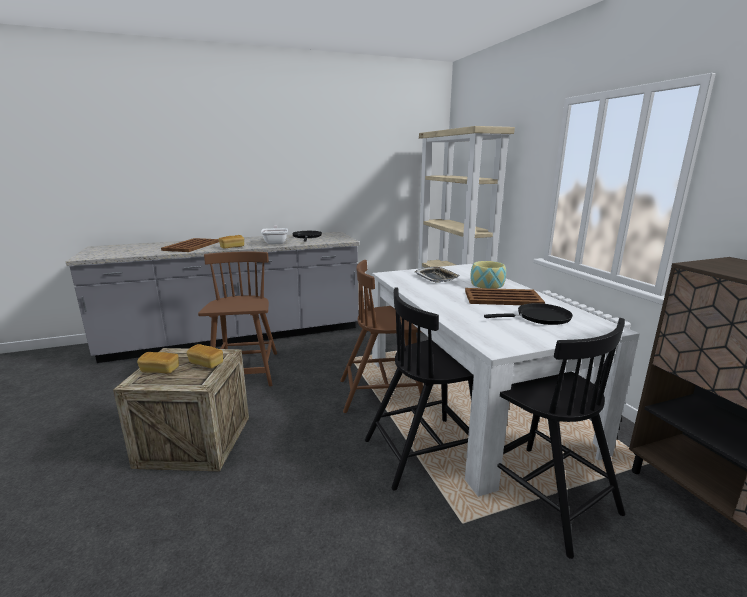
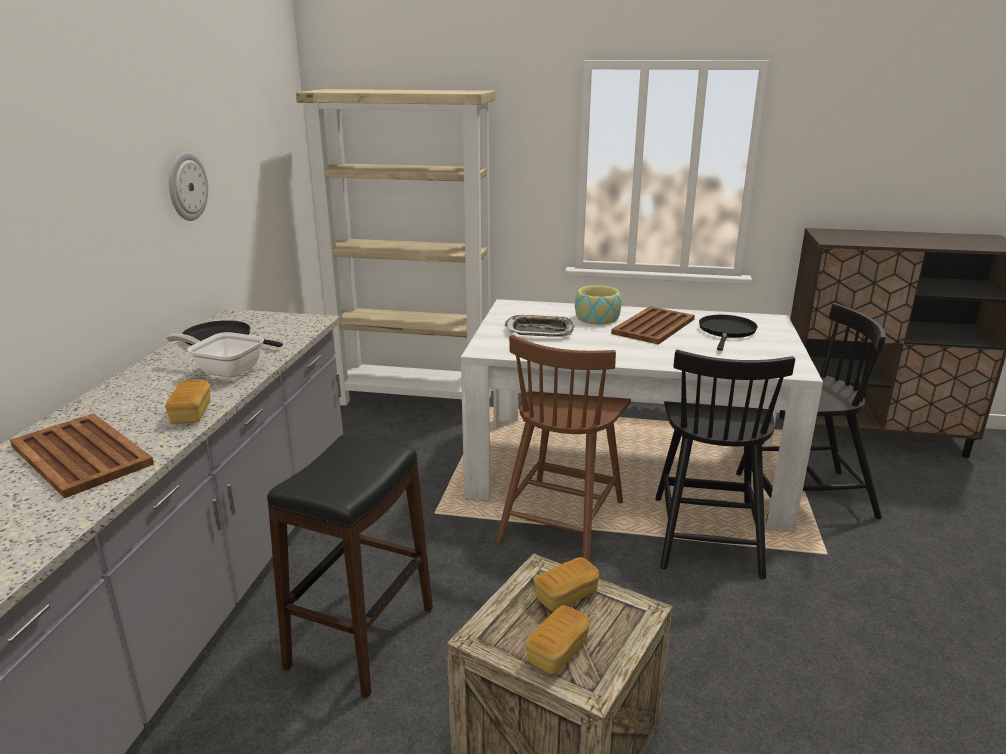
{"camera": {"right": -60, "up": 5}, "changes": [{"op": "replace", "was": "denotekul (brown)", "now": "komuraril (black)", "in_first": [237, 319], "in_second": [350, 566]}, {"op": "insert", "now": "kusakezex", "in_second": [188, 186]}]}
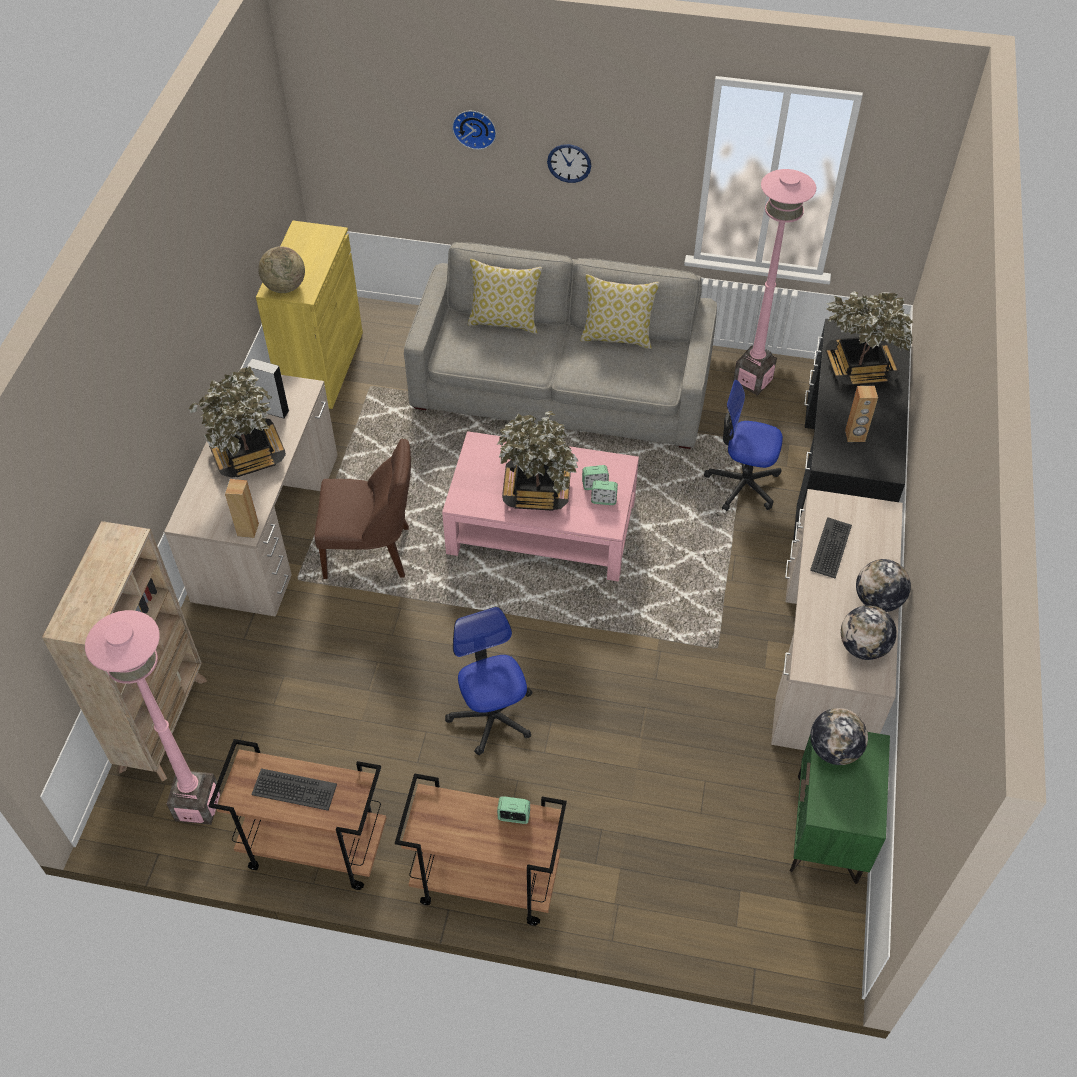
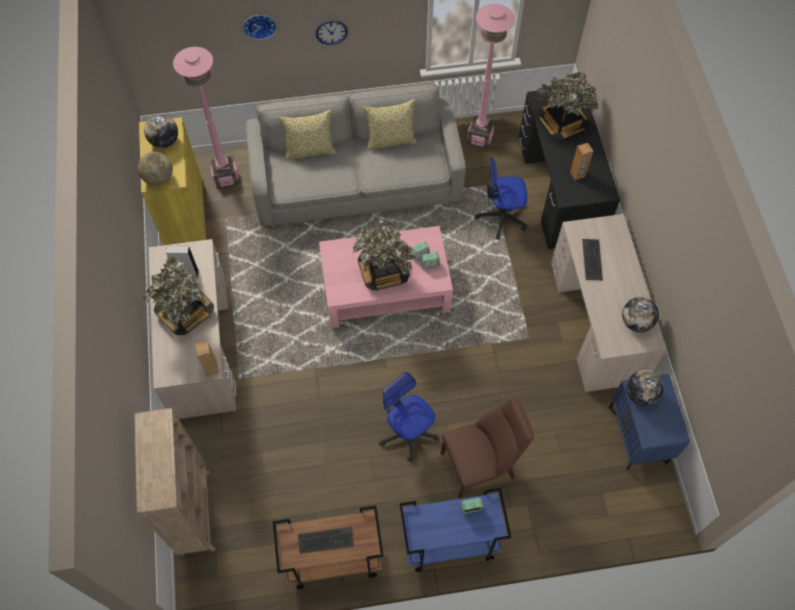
{"camera": {"right": -20, "up": 10}, "changes": [{"op": "move", "was": "denotekul (brown)", "in_first": [362, 508], "in_second": [487, 448]}, {"op": "move", "was": "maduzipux", "in_first": [883, 585], "in_second": [161, 131]}, {"op": "move", "was": "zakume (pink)", "in_first": [153, 717], "in_second": [205, 118]}, {"op": "recolor", "was": "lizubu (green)", "now": "lizubu (blue)", "in_first": [840, 808], "in_second": [650, 422]}, {"op": "recolor", "was": "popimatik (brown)", "now": "popimatik (blue)", "in_first": [481, 849], "in_second": [455, 530]}]}
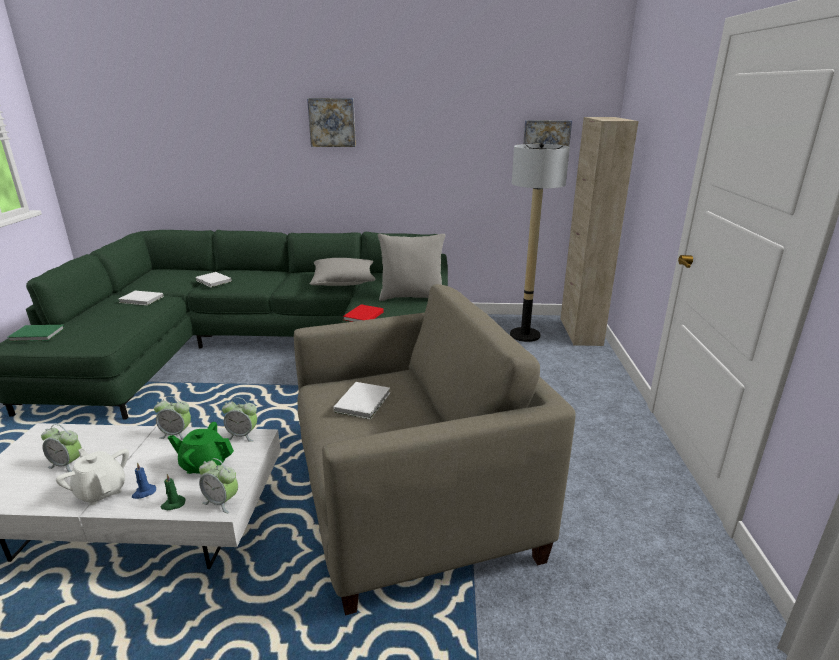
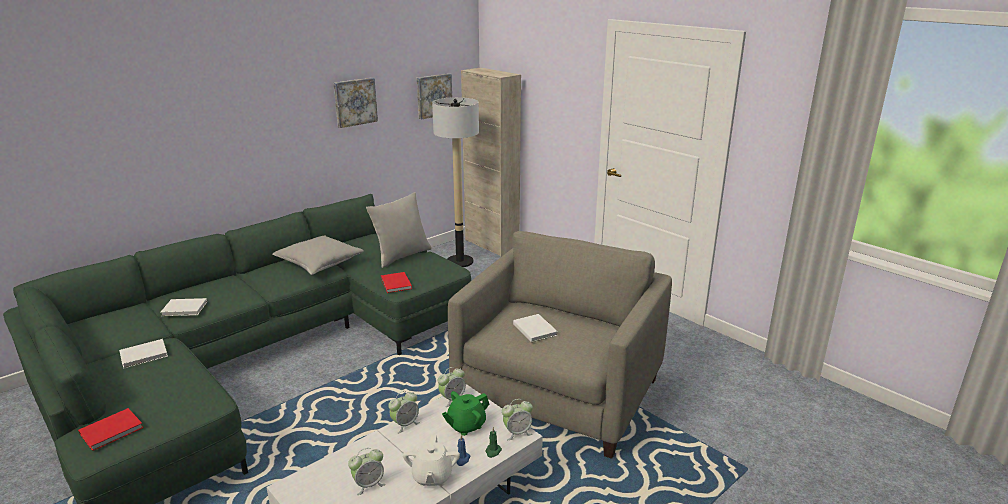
{"camera": {"right": -45, "up": 0}, "changes": [{"op": "move", "was": "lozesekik", "in_first": [331, 122], "in_second": [355, 103]}, {"op": "recolor", "was": "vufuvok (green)", "now": "vufuvok (red)", "in_first": [36, 333], "in_second": [110, 429]}, {"op": "rotate", "was": "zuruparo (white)", "in_first": [92, 476], "in_second": [431, 460], "clockwise": -90}]}
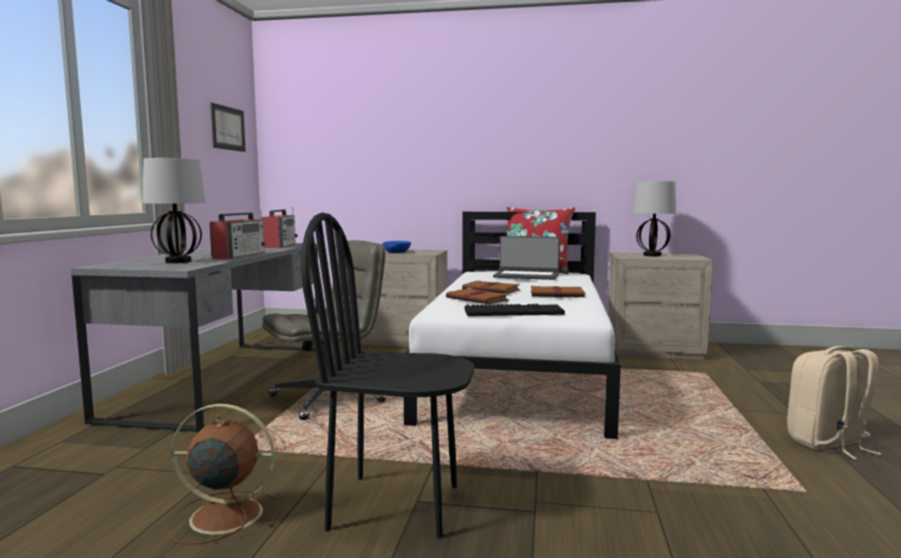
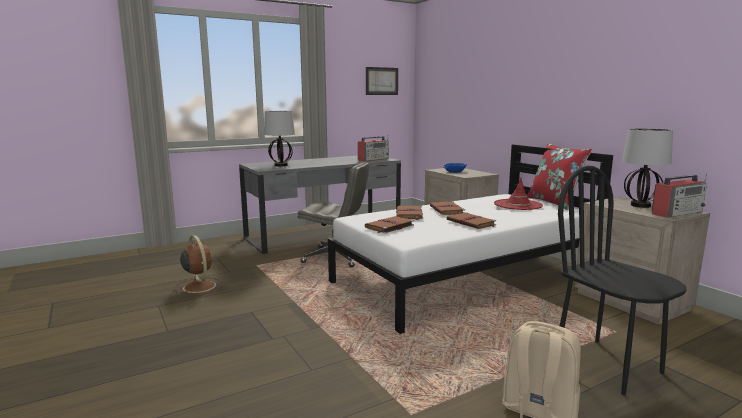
{"camera": {"right": 50, "up": 5}, "changes": [{"op": "move", "was": "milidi", "in_first": [238, 234], "in_second": [679, 196]}, {"op": "move", "was": "denotekul (black)", "in_first": [387, 375], "in_second": [622, 280]}, {"op": "replace", "was": "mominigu", "now": "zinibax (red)", "in_first": [526, 258], "in_second": [518, 194]}, {"op": "replace", "was": "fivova", "now": "vufuvok (brown)", "in_first": [515, 310], "in_second": [389, 225]}]}
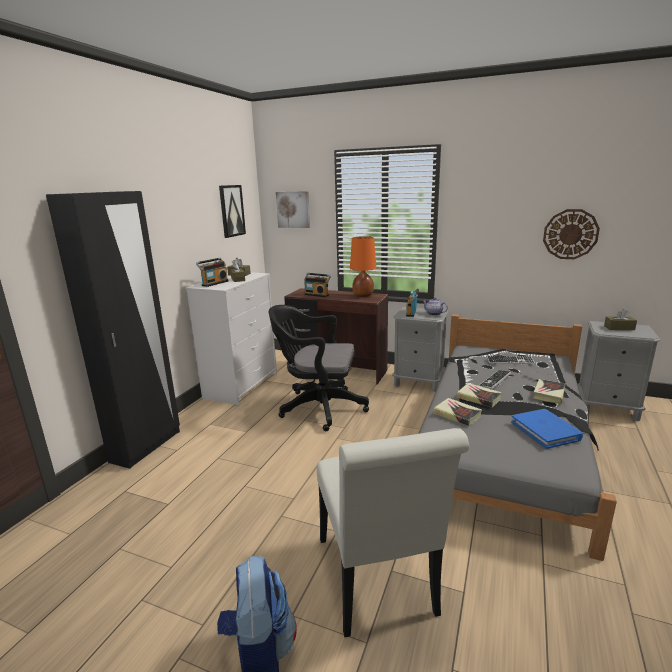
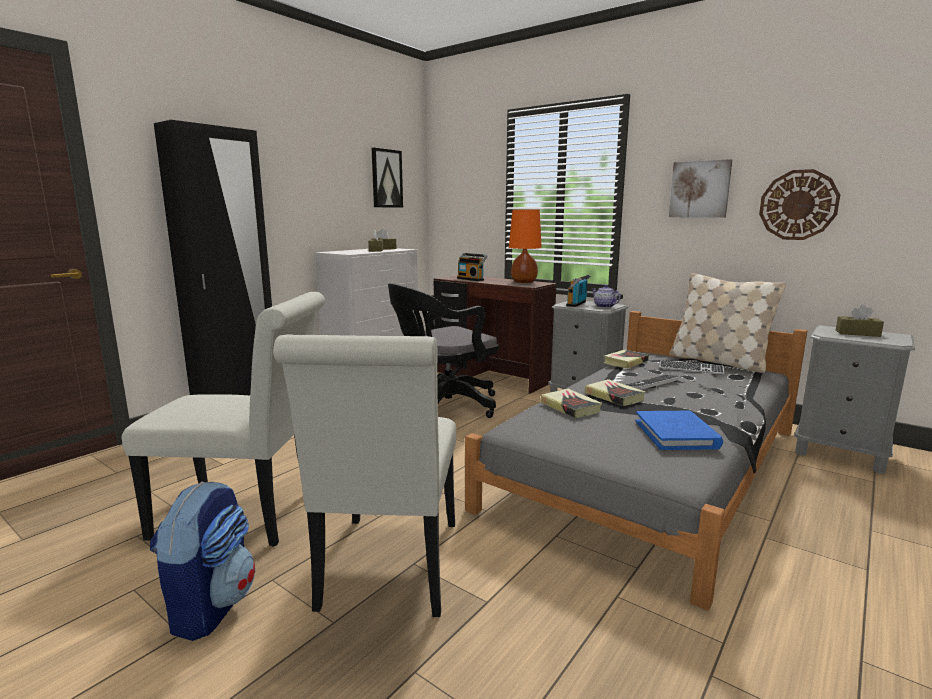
{"camera": {"right": 15, "up": -5}, "changes": [{"op": "move", "was": "lozesekik", "in_first": [293, 209], "in_second": [700, 188]}, {"op": "delete", "was": "milidi", "in_first": [212, 272]}, {"op": "rotate", "was": "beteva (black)", "in_first": [319, 368], "in_second": [443, 350], "clockwise": -60}, {"op": "move", "was": "vufuvok", "in_first": [550, 391], "in_second": [626, 359]}, {"op": "insert", "now": "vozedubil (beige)", "in_second": [727, 323]}, {"op": "insert", "now": "denotekul (white)", "in_second": [223, 419]}]}
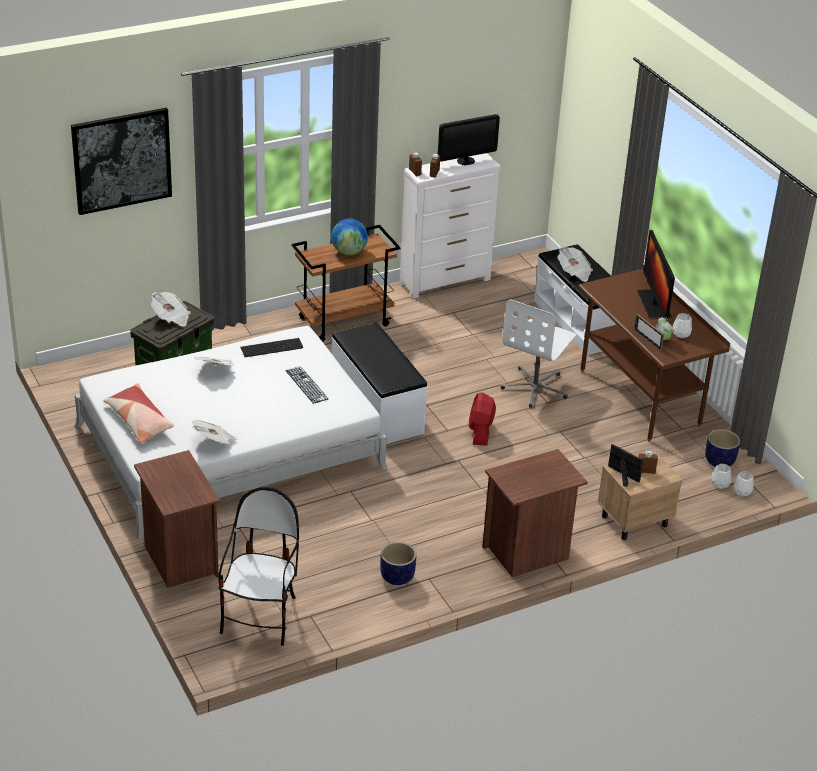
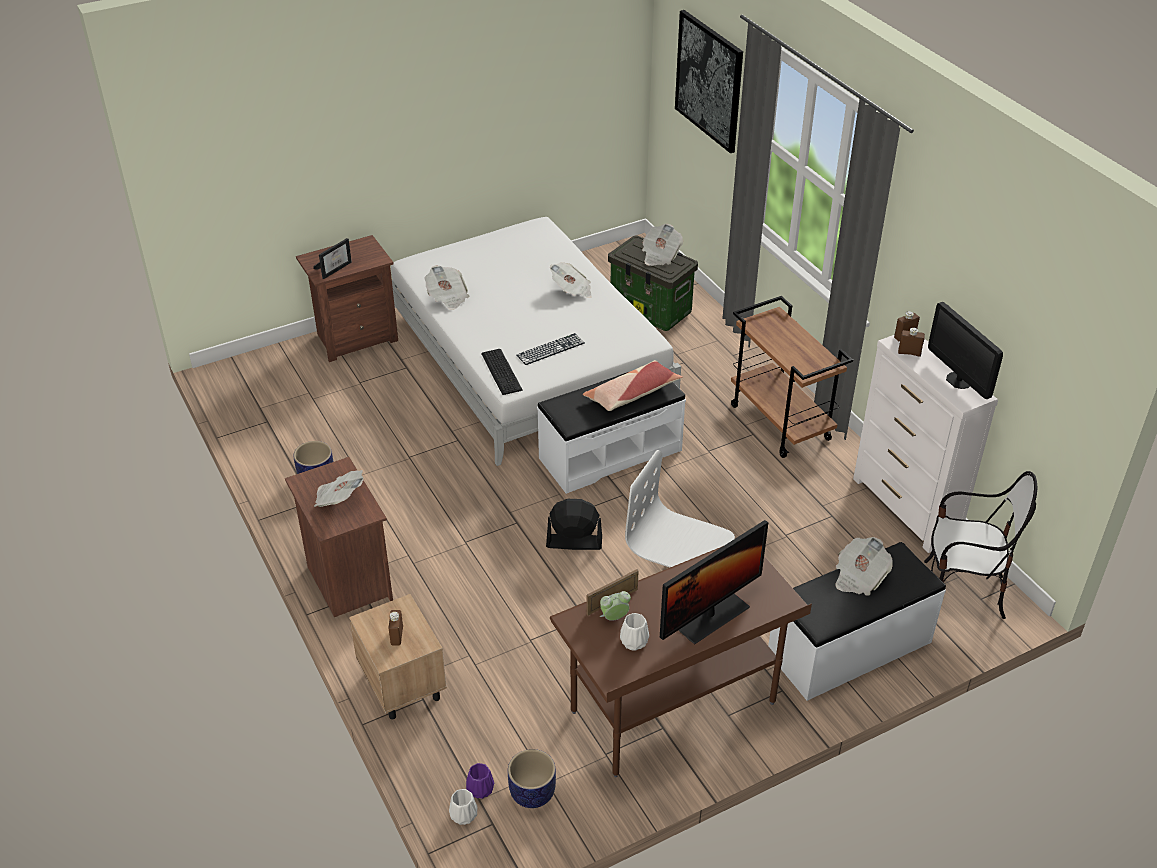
{"camera": {"right": 90, "up": 5}, "changes": [{"op": "delete", "was": "maduzipux", "in_first": [349, 237]}, {"op": "rotate", "was": "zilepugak", "in_first": [656, 275], "in_second": [714, 582], "clockwise": 150}, {"op": "move", "was": "fivova", "in_first": [271, 347], "in_second": [502, 372]}, {"op": "move", "was": "vozedubil", "in_first": [138, 413], "in_second": [633, 385]}, {"op": "recolor", "was": "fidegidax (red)", "now": "fidegidax (black)", "in_first": [482, 419], "in_second": [574, 524]}, {"op": "move", "was": "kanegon", "in_first": [625, 465], "in_second": [332, 258]}, {"op": "recolor", "was": "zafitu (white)", "now": "zafitu (purple)", "in_first": [721, 476], "in_second": [480, 781]}, {"op": "move", "was": "denotekul", "in_first": [258, 566], "in_second": [981, 545]}, {"op": "insert", "now": "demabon", "in_second": [338, 488]}]}
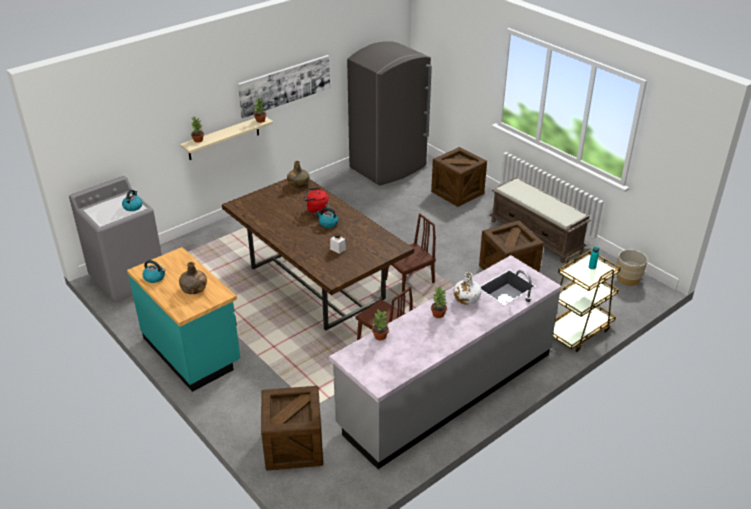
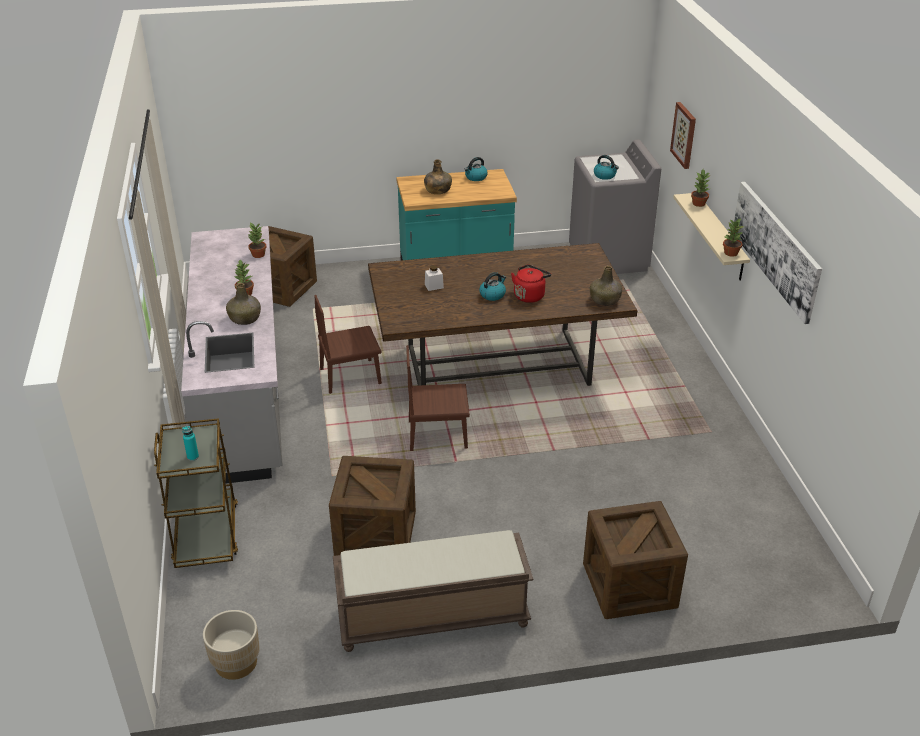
{"camera": {"right": 120, "up": 0}, "changes": [{"op": "delete", "was": "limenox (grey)", "in_first": [389, 113]}, {"op": "rotate", "was": "denotekul (brown)", "in_first": [411, 254], "in_second": [438, 398], "clockwise": 90}, {"op": "recolor", "was": "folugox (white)", "now": "folugox (green)", "in_first": [467, 288], "in_second": [243, 304]}, {"op": "insert", "now": "lozesekik", "in_second": [683, 135]}]}
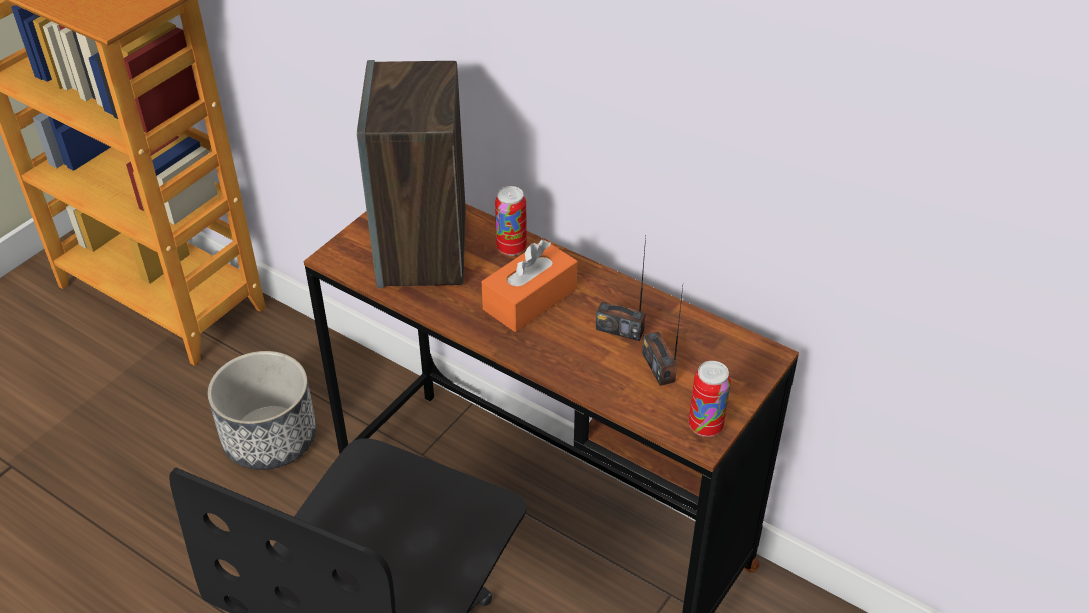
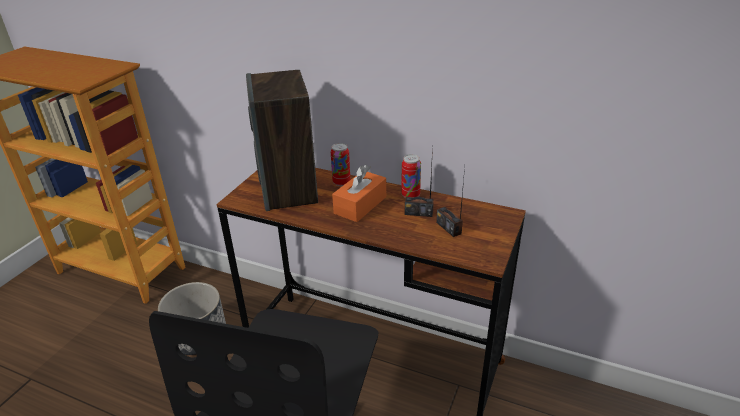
{"camera": {"right": -10, "up": -10}, "changes": [{"op": "move", "was": "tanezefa", "in_first": [710, 399], "in_second": [411, 176]}]}
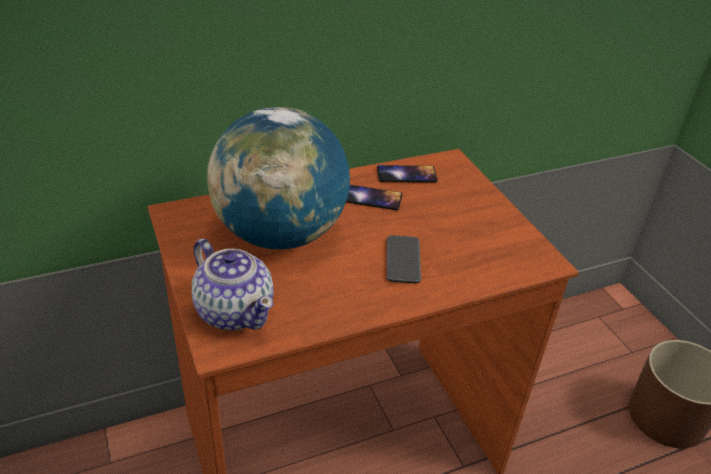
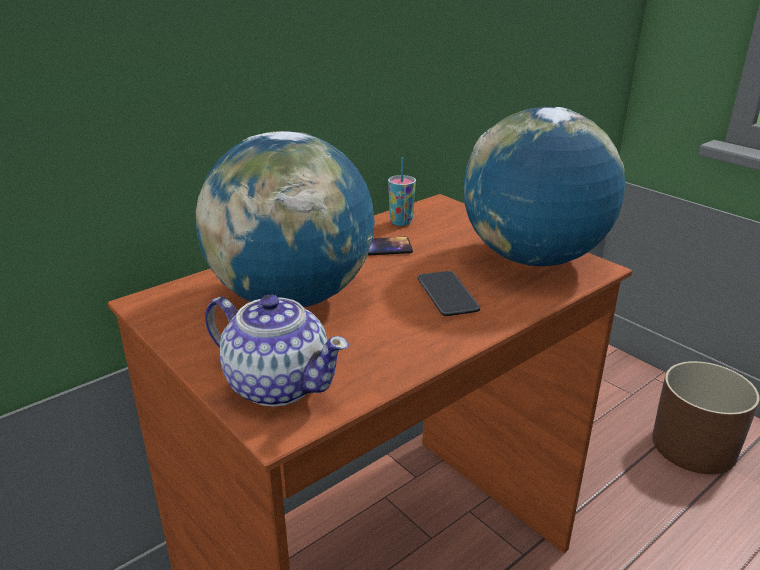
{"camera": {"right": -15, "up": -10}, "changes": [{"op": "replace", "was": "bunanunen", "now": "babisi", "in_first": [407, 174], "in_second": [402, 191]}, {"op": "insert", "now": "maduzipux", "in_second": [544, 186]}]}
